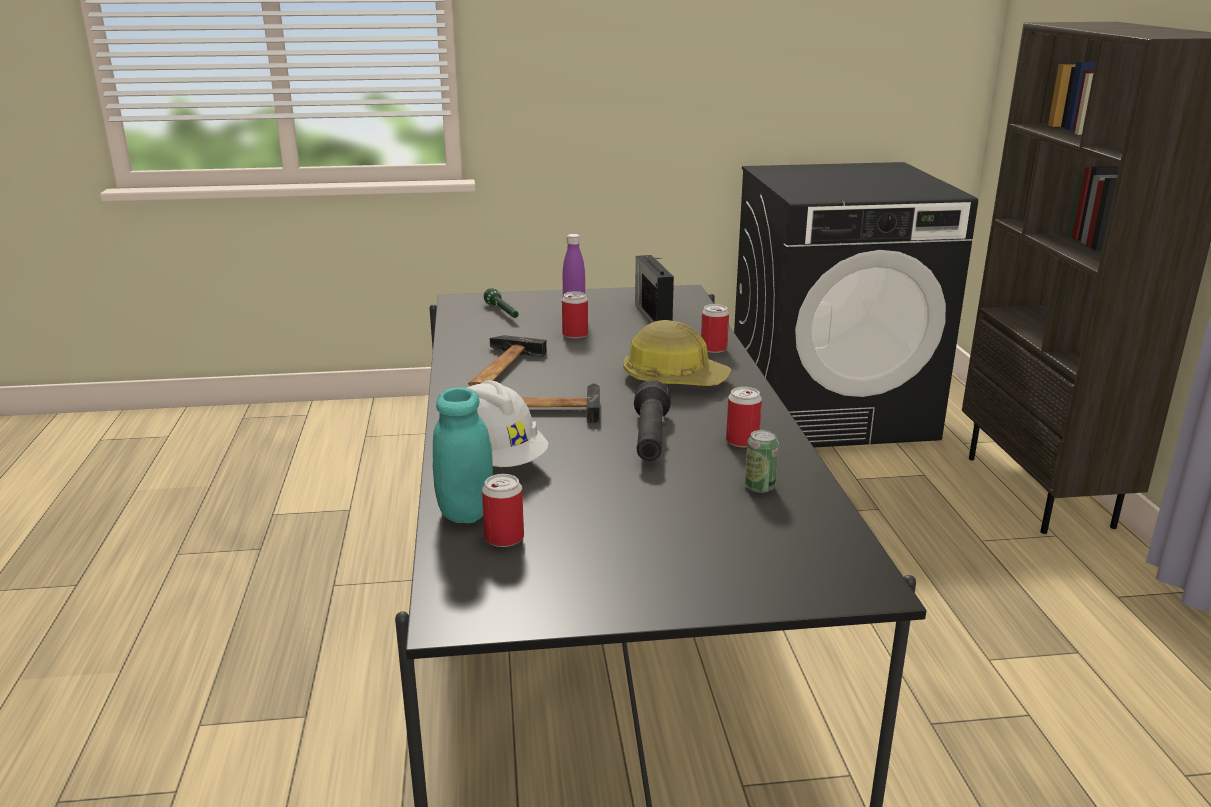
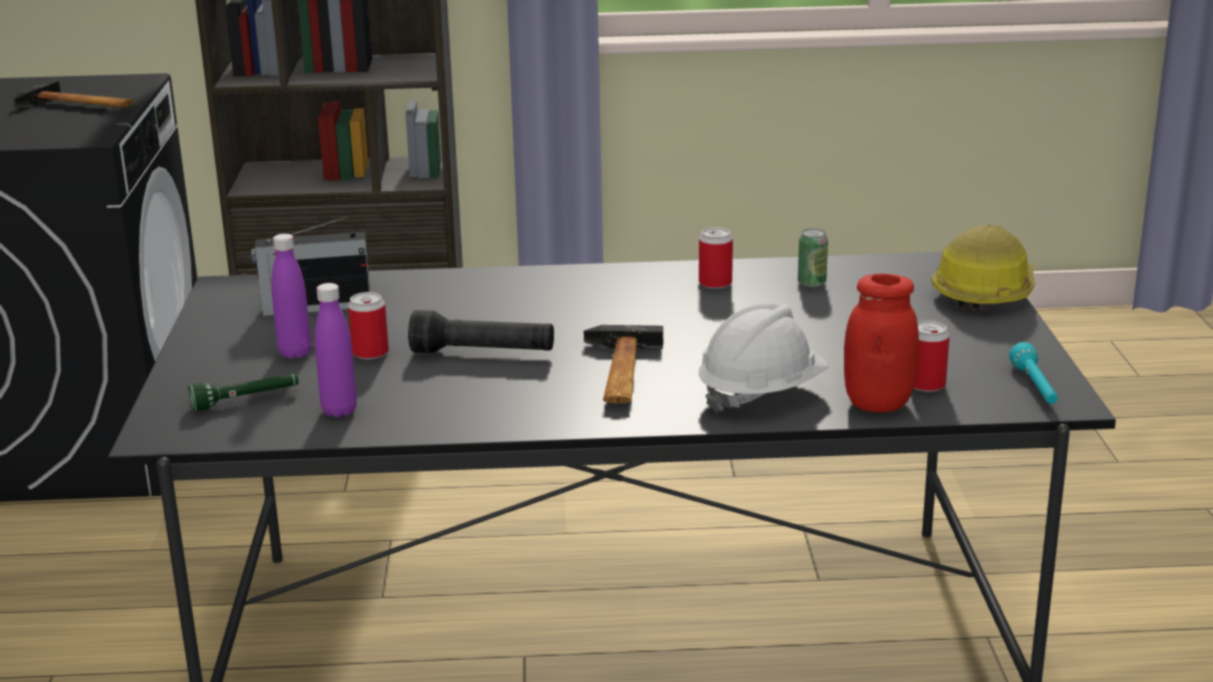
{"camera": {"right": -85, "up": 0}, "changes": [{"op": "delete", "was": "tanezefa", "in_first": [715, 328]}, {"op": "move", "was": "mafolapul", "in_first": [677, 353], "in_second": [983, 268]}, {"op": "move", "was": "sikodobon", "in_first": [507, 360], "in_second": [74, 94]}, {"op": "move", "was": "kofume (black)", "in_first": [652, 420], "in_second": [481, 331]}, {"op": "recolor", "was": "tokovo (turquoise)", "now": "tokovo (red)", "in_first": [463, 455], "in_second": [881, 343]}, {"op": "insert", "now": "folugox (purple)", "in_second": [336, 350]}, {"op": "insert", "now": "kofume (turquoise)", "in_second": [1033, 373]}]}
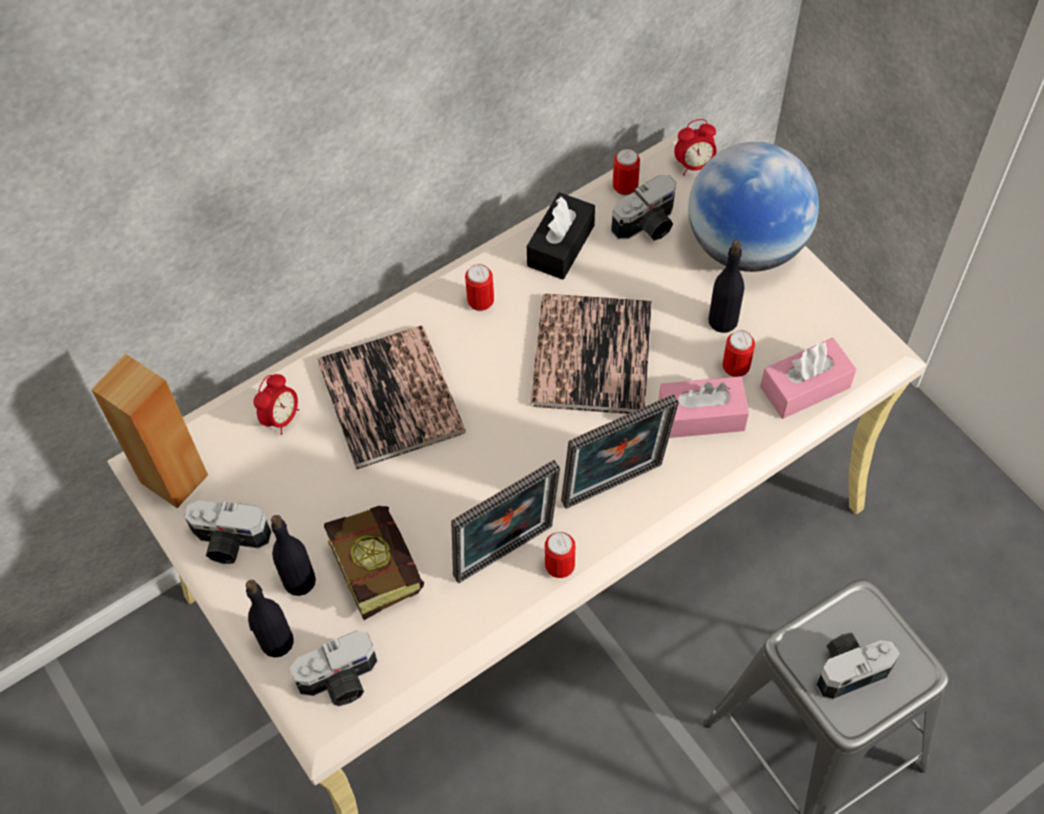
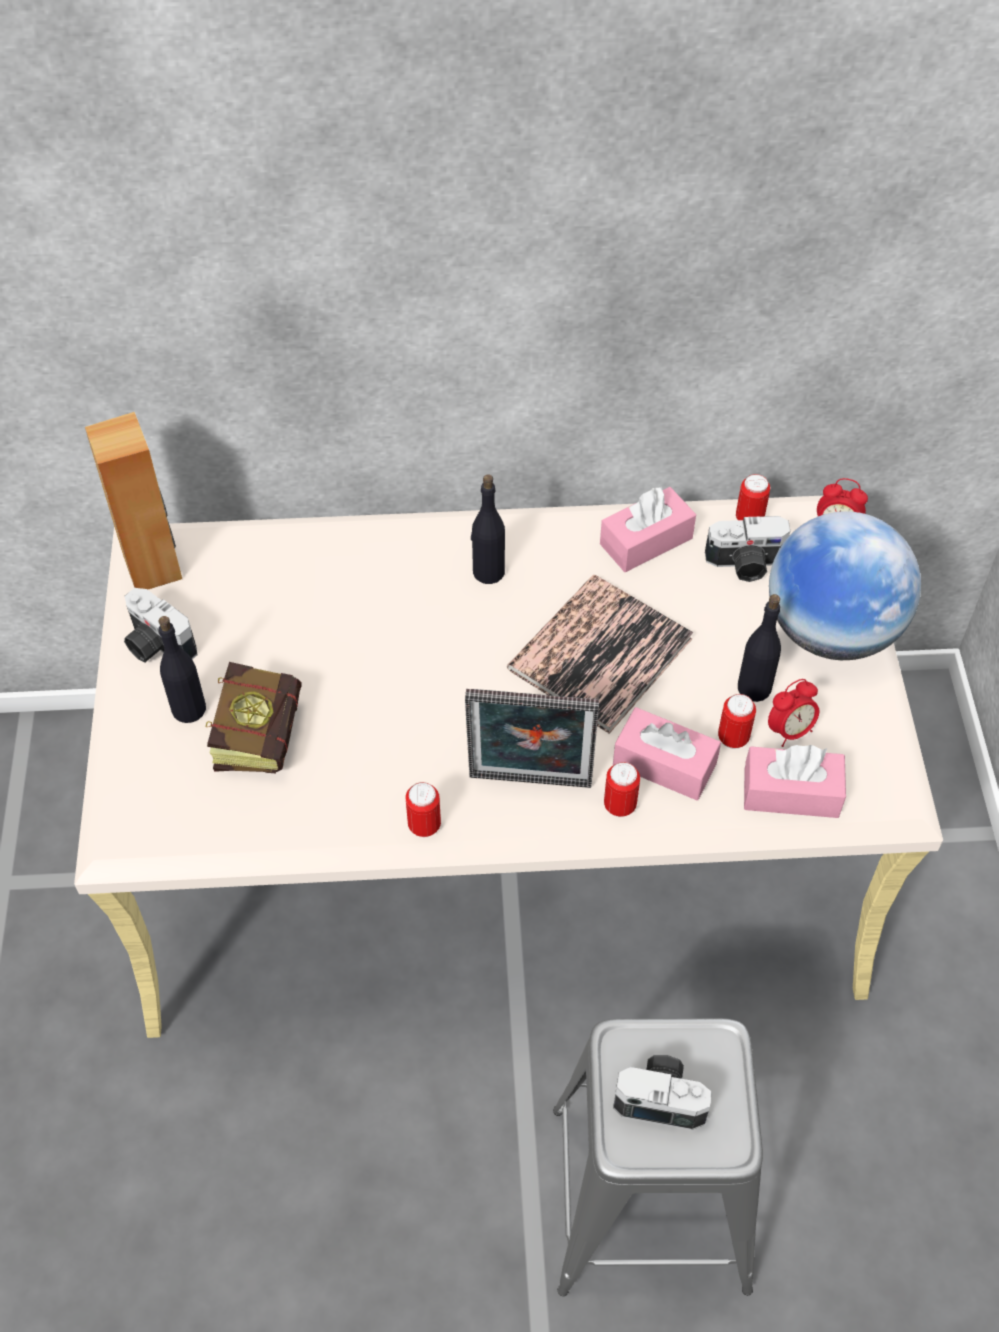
{"camera": {"right": 30, "up": -5}, "changes": [{"op": "recolor", "was": "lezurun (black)", "now": "lezurun (pink)", "in_first": [561, 236], "in_second": [648, 529]}, {"op": "move", "was": "tanezefa", "in_first": [479, 287], "in_second": [622, 789]}, {"op": "delete", "was": "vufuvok", "in_first": [391, 398]}, {"op": "move", "was": "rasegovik", "in_first": [276, 404], "in_second": [793, 713]}, {"op": "delete", "was": "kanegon", "in_first": [505, 521]}, {"op": "move", "was": "folugox (black)", "in_first": [270, 618], "in_second": [488, 529]}, {"op": "delete", "was": "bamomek", "in_first": [334, 668]}]}
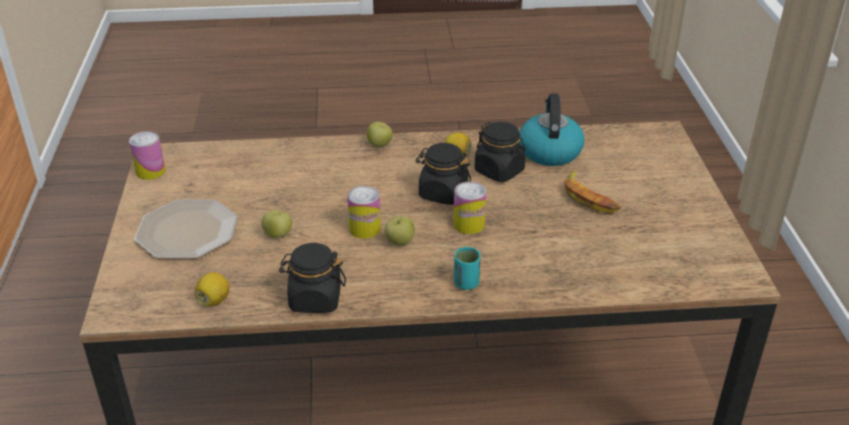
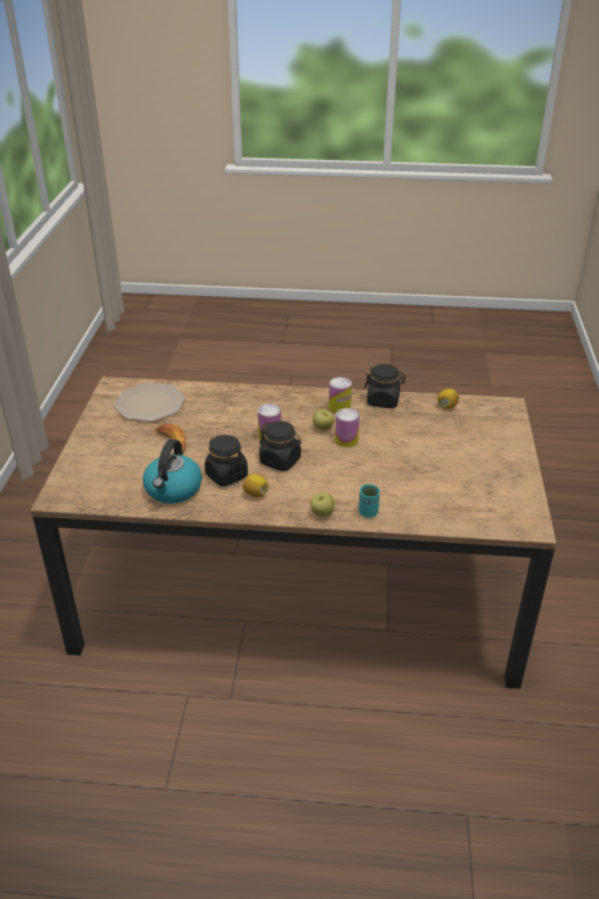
{"camera": {"right": -170, "up": 0}, "changes": [{"op": "move", "was": "tanezefa", "in_first": [147, 155], "in_second": [340, 395]}, {"op": "move", "was": "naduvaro", "in_first": [186, 229], "in_second": [150, 402]}, {"op": "delete", "was": "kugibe", "in_first": [277, 224]}, {"op": "move", "was": "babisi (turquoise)", "in_first": [467, 268], "in_second": [369, 500]}]}
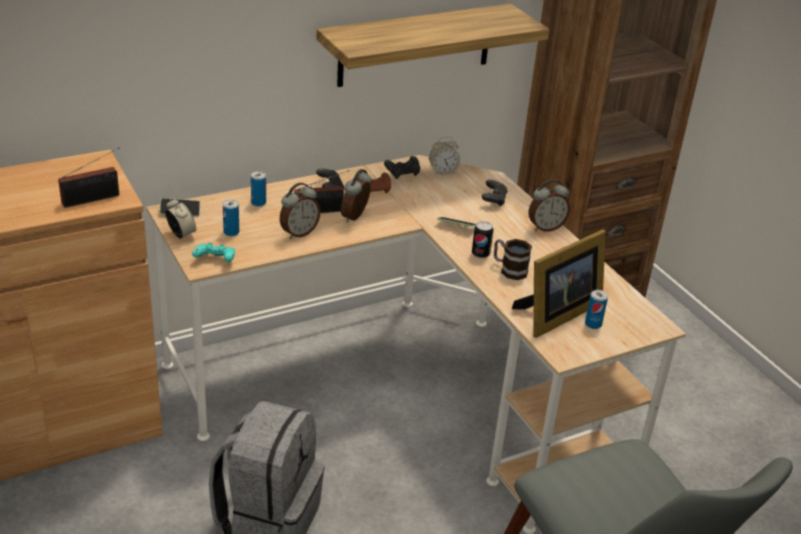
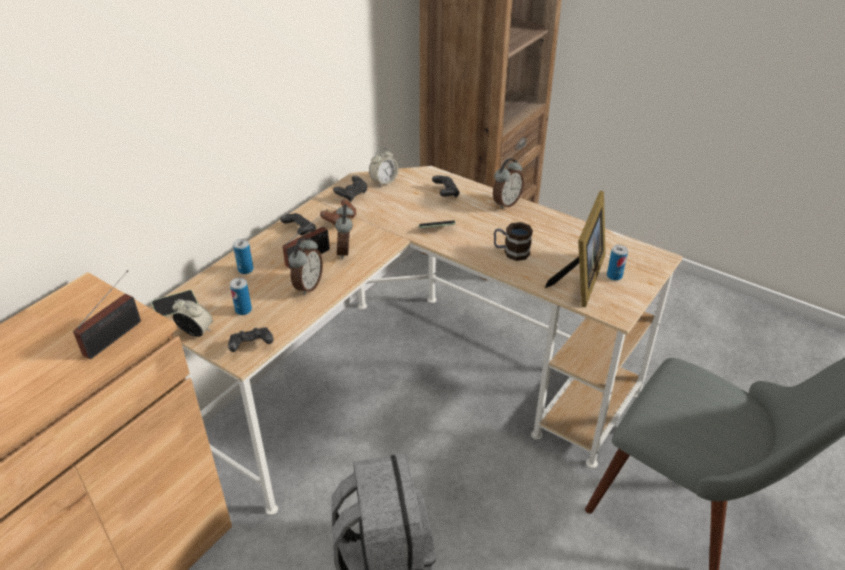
{"camera": {"right": -25, "up": 5}, "changes": [{"op": "delete", "was": "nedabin", "in_first": [432, 45]}, {"op": "delete", "was": "tanezefa", "in_first": [482, 240]}, {"op": "recolor", "was": "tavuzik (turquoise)", "now": "tavuzik (black)", "in_first": [213, 252], "in_second": [251, 339]}]}
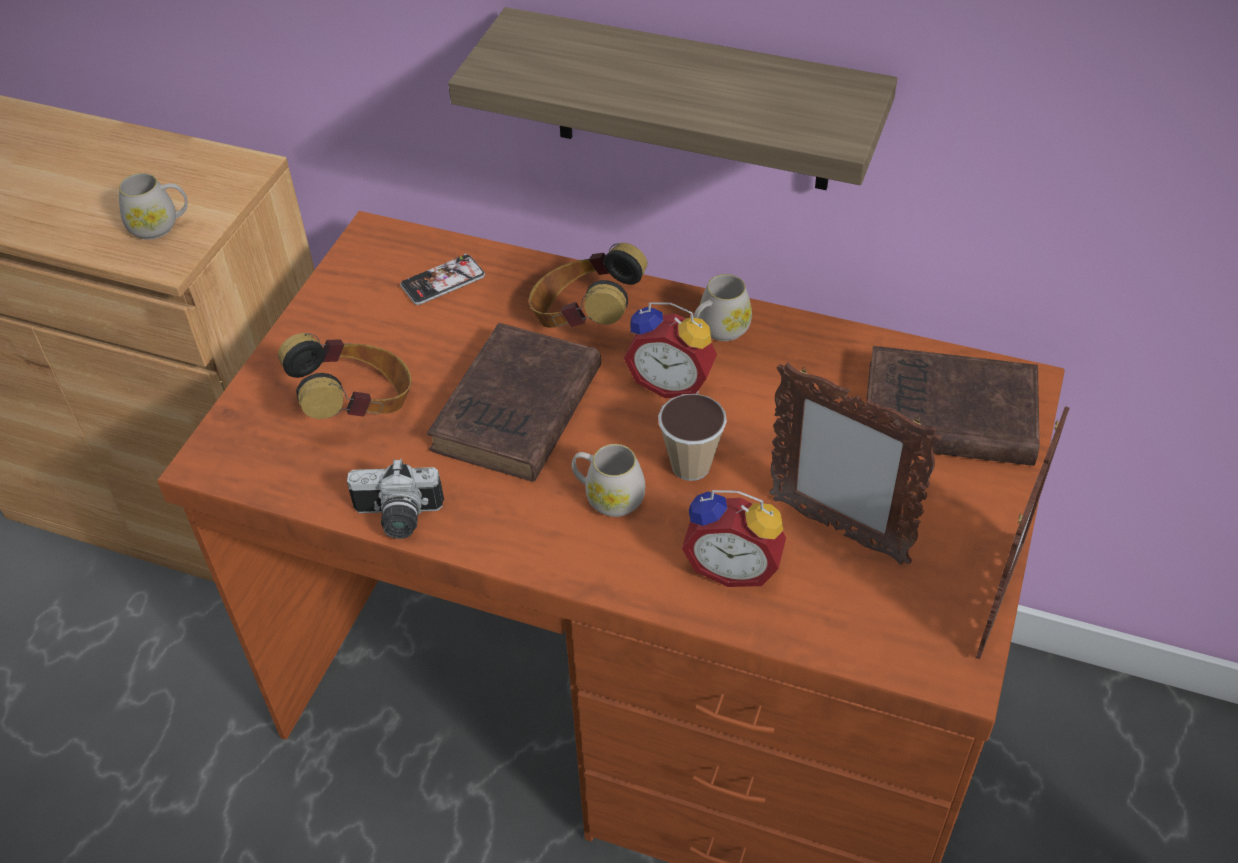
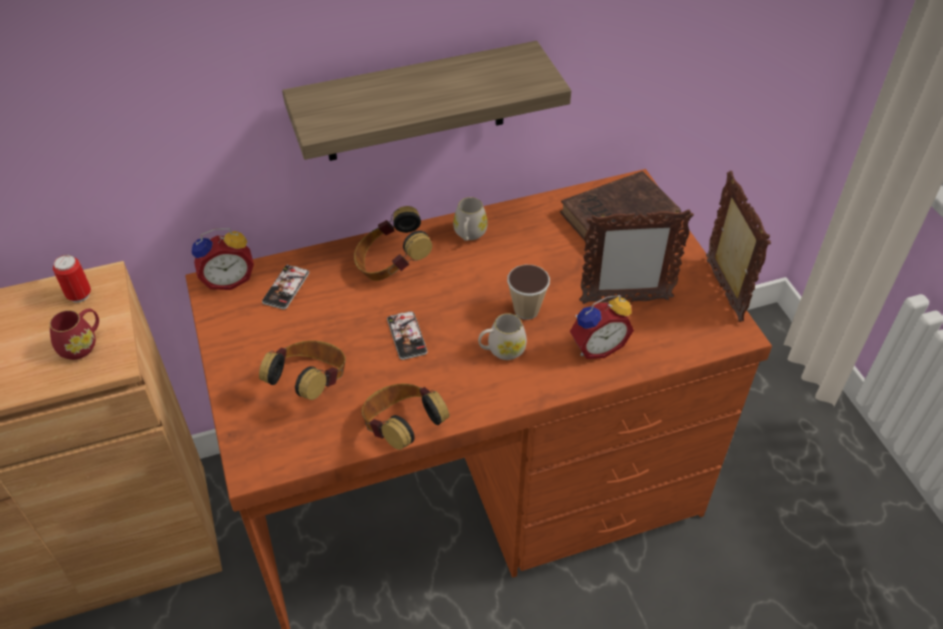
{"camera": {"right": -40, "up": 0}, "changes": [{"op": "recolor", "was": "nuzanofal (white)", "now": "nuzanofal (red)", "in_first": [153, 206], "in_second": [74, 334]}, {"op": "move", "was": "rasegovik", "in_first": [670, 350], "in_second": [223, 259]}, {"op": "replace", "was": "vufuvok (brown)", "now": "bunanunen", "in_first": [514, 402], "in_second": [407, 335]}, {"op": "replace", "was": "bamomek", "now": "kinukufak", "in_first": [395, 499], "in_second": [406, 416]}, {"op": "insert", "now": "tanezefa", "in_second": [72, 279]}]}
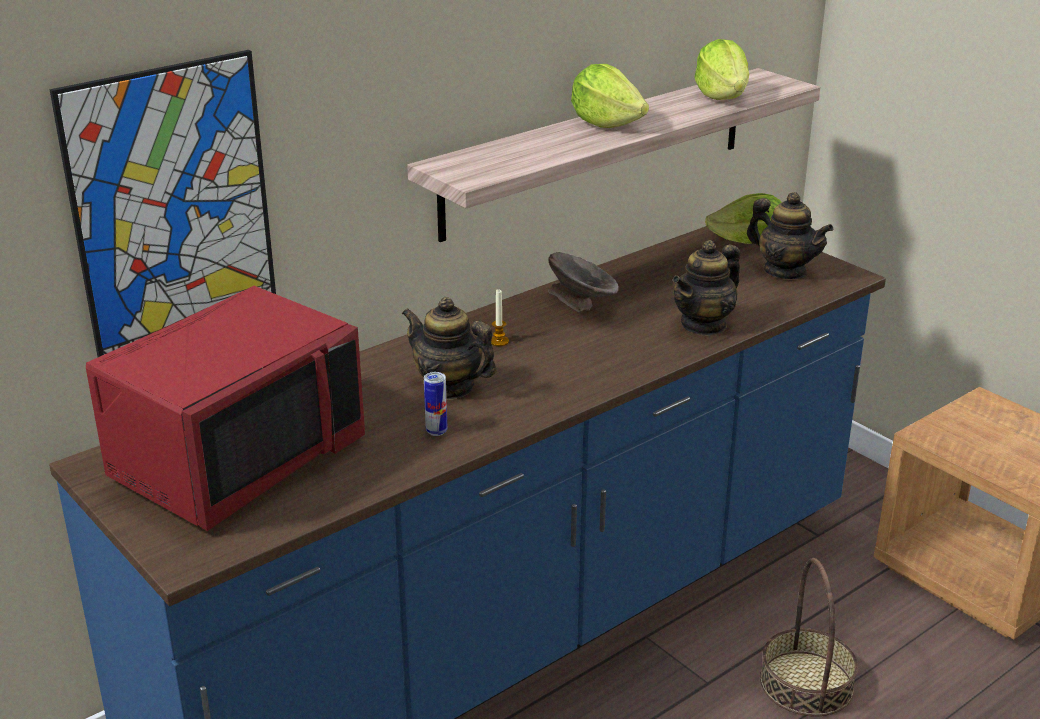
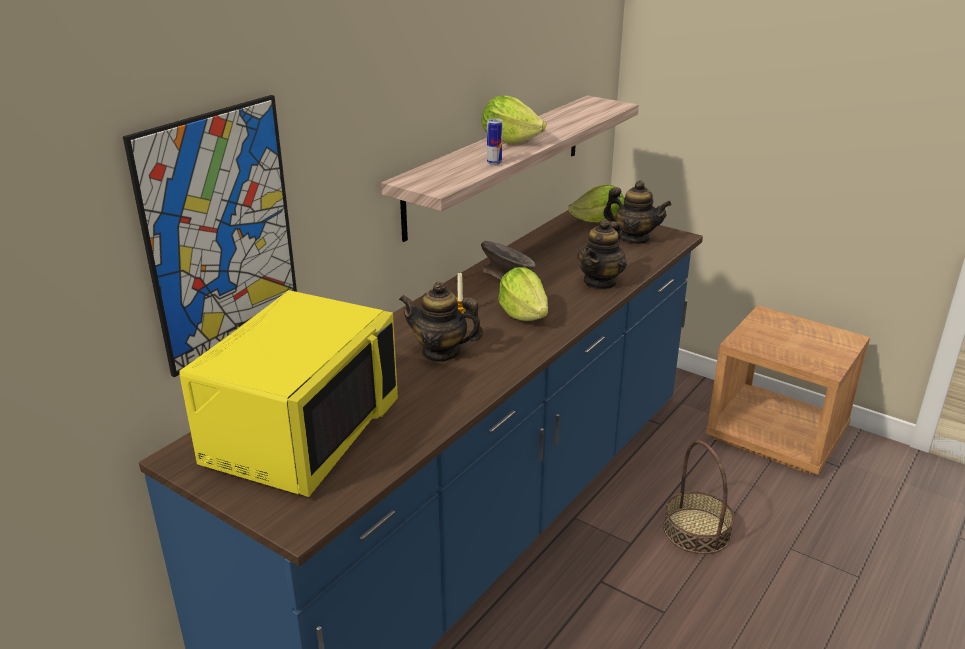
{"camera": {"right": -15, "up": 0}, "changes": [{"op": "move", "was": "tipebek", "in_first": [721, 69], "in_second": [523, 294]}, {"op": "recolor", "was": "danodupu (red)", "now": "danodupu (yellow)", "in_first": [225, 408], "in_second": [289, 393]}, {"op": "move", "was": "tanezefa", "in_first": [435, 404], "in_second": [494, 142]}]}
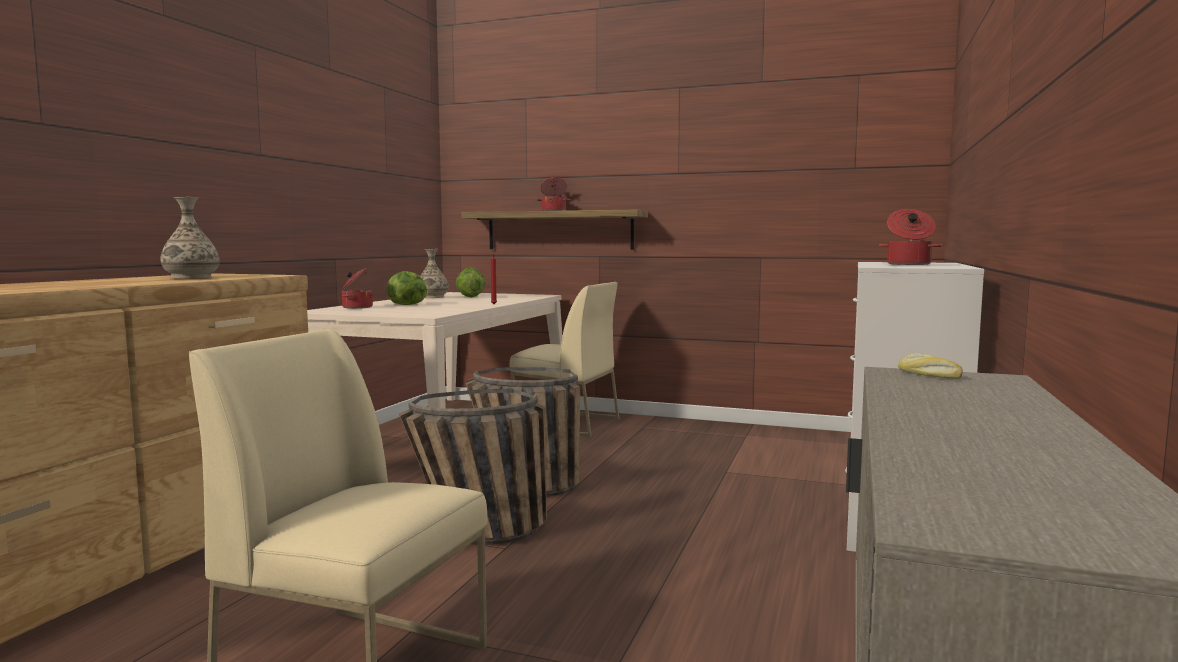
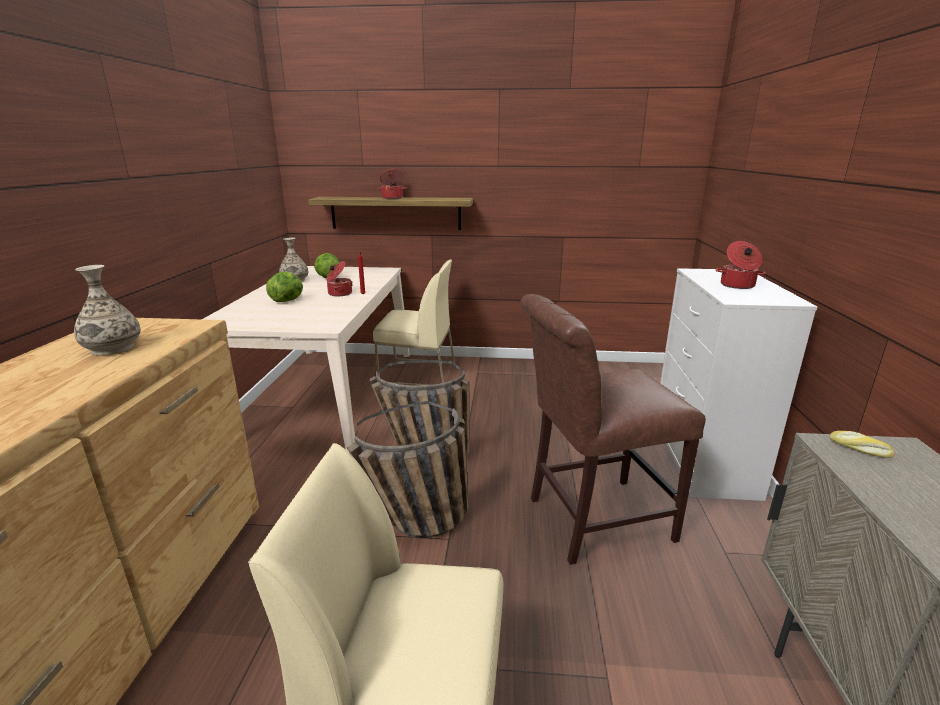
{"camera": {"right": -15, "up": 15}, "changes": [{"op": "move", "was": "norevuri", "in_first": [357, 288], "in_second": [339, 278]}, {"op": "insert", "now": "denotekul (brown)", "in_second": [613, 429]}]}
